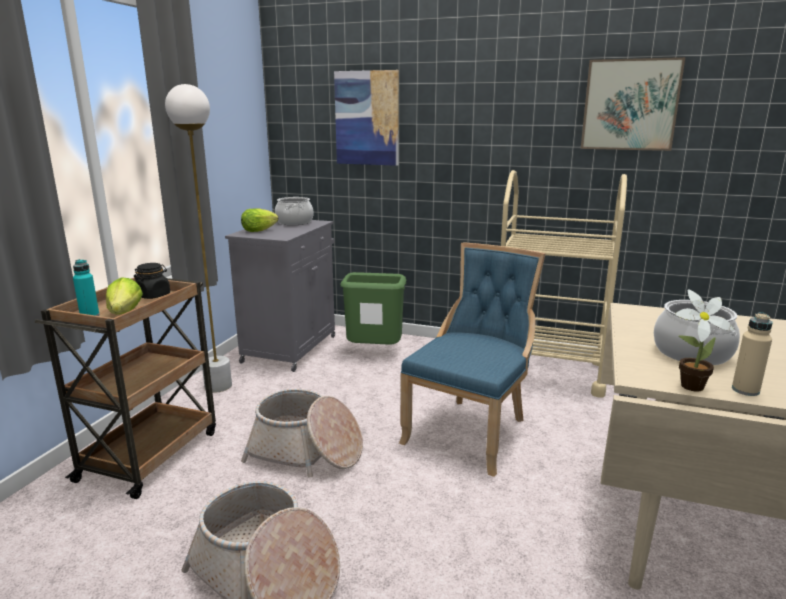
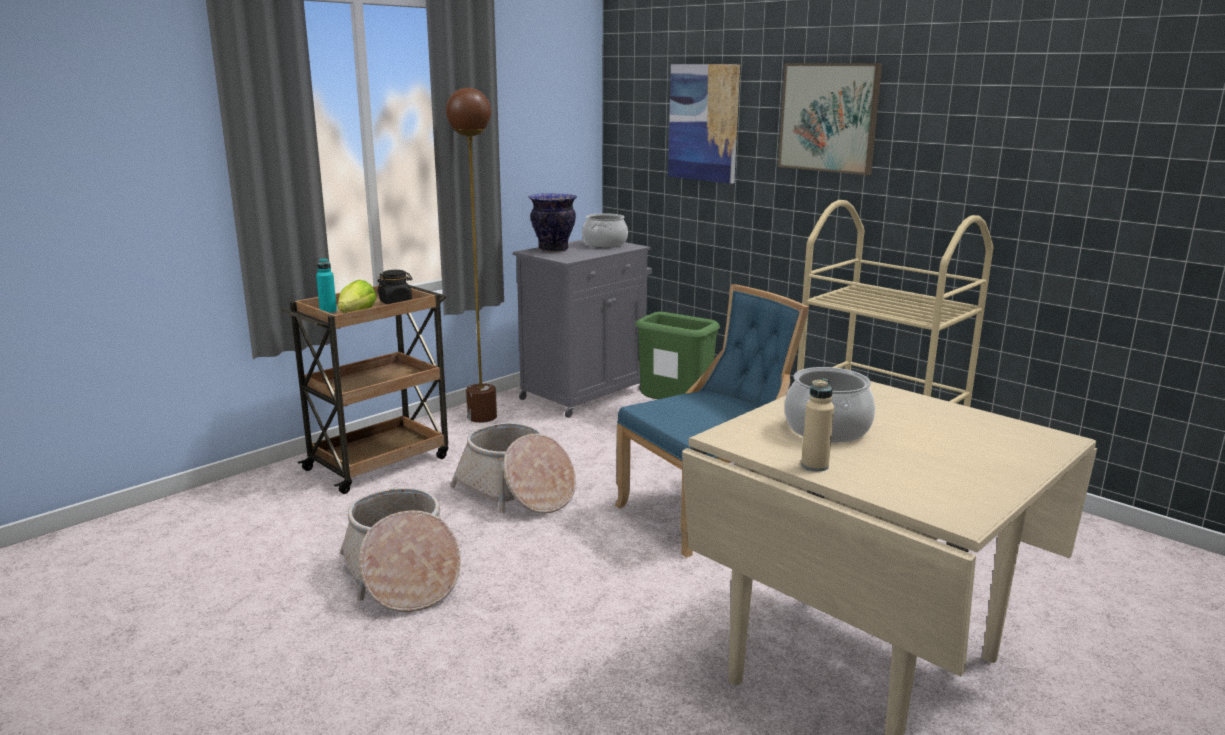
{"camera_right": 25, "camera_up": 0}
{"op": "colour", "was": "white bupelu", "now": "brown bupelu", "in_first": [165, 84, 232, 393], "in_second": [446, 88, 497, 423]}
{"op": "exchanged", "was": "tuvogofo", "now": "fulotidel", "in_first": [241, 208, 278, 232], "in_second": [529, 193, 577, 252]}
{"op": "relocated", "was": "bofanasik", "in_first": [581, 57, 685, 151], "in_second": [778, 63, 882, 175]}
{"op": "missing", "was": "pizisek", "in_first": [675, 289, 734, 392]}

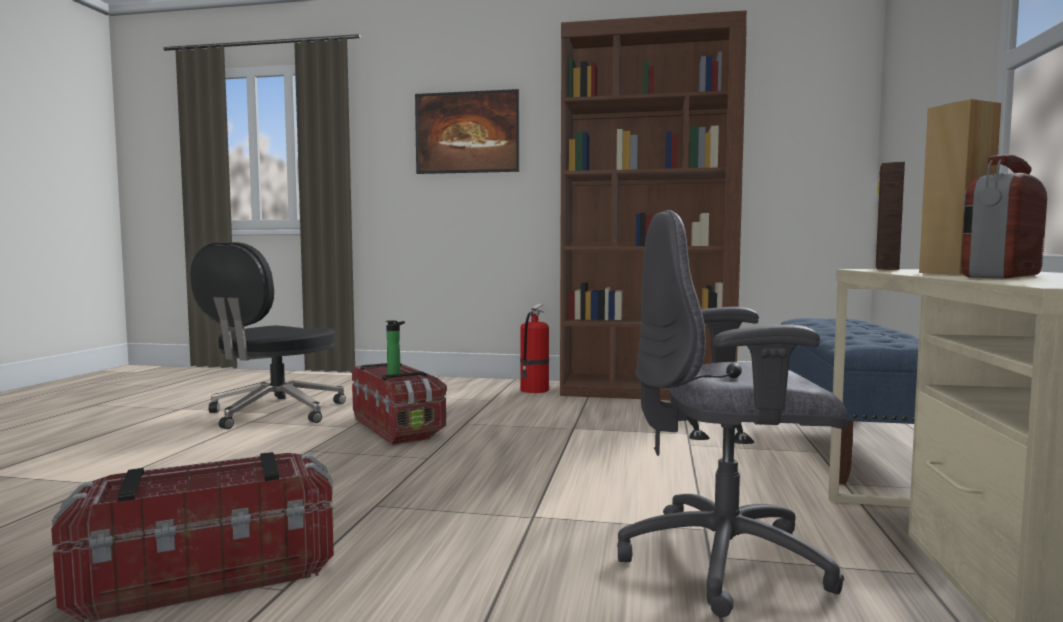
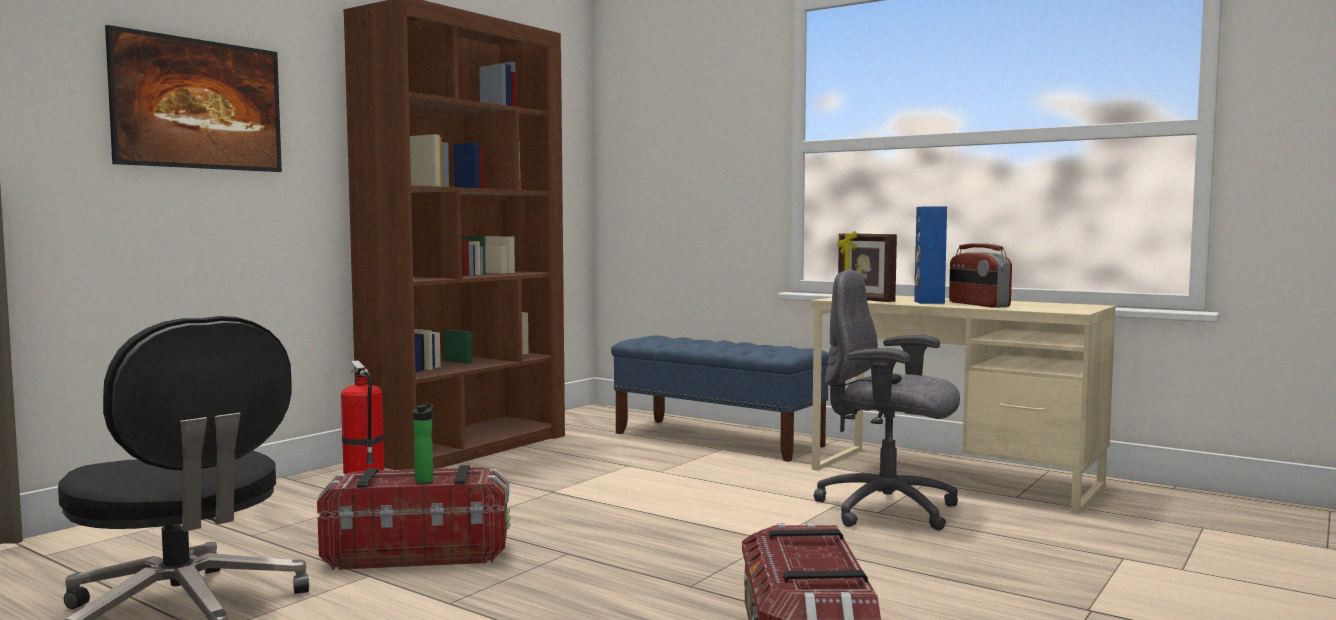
{"camera_right": -65, "camera_up": 0}
{"op": "spun", "was": "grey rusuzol", "in_first": [617, 210, 847, 617], "in_second": [814, 270, 960, 530], "clockwise": 90}
{"op": "colour", "was": "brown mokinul", "now": "blue mokinul", "in_first": [919, 99, 1001, 274], "in_second": [914, 207, 947, 304]}

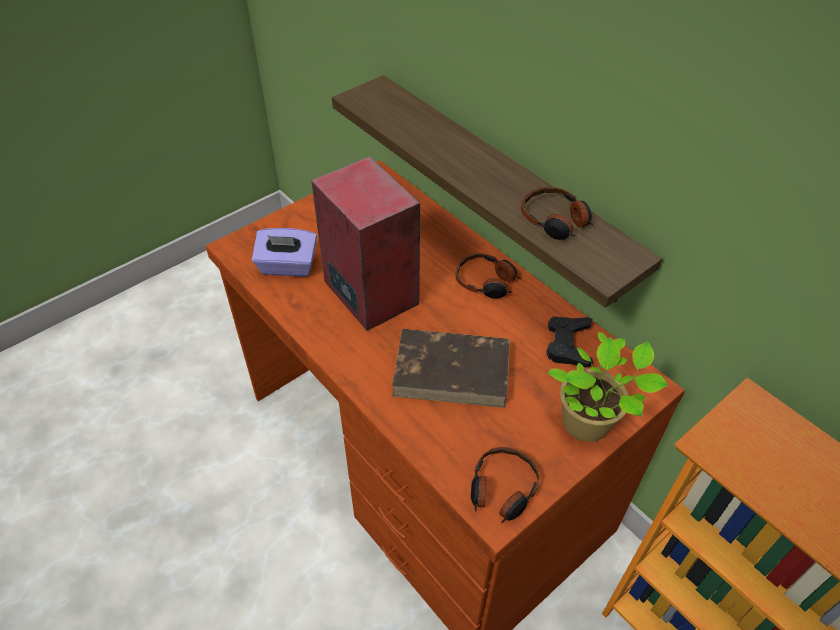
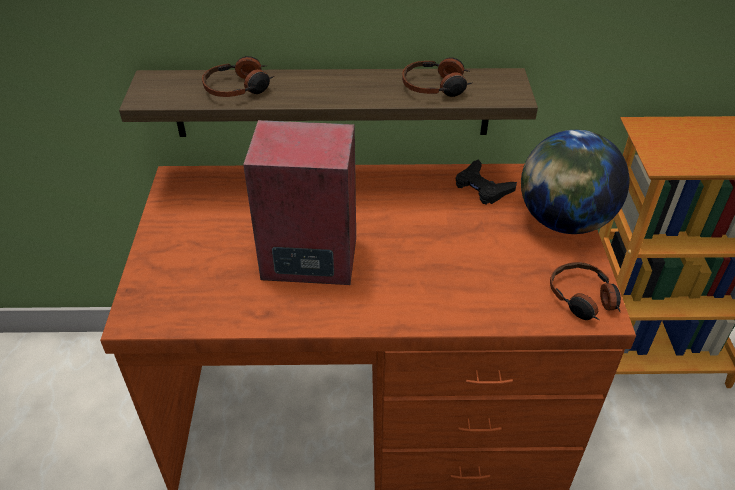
{"camera_right": -50, "camera_up": -5}
{"op": "relocated", "was": "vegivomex", "in_first": [455, 253, 521, 299], "in_second": [202, 56, 274, 97]}
{"op": "exchanged", "was": "pizisek", "now": "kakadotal", "in_first": [547, 332, 668, 442], "in_second": [521, 130, 629, 234]}
{"op": "missing", "was": "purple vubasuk", "in_first": [252, 228, 317, 277]}
{"op": "missing", "was": "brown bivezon", "in_first": [392, 329, 510, 408]}

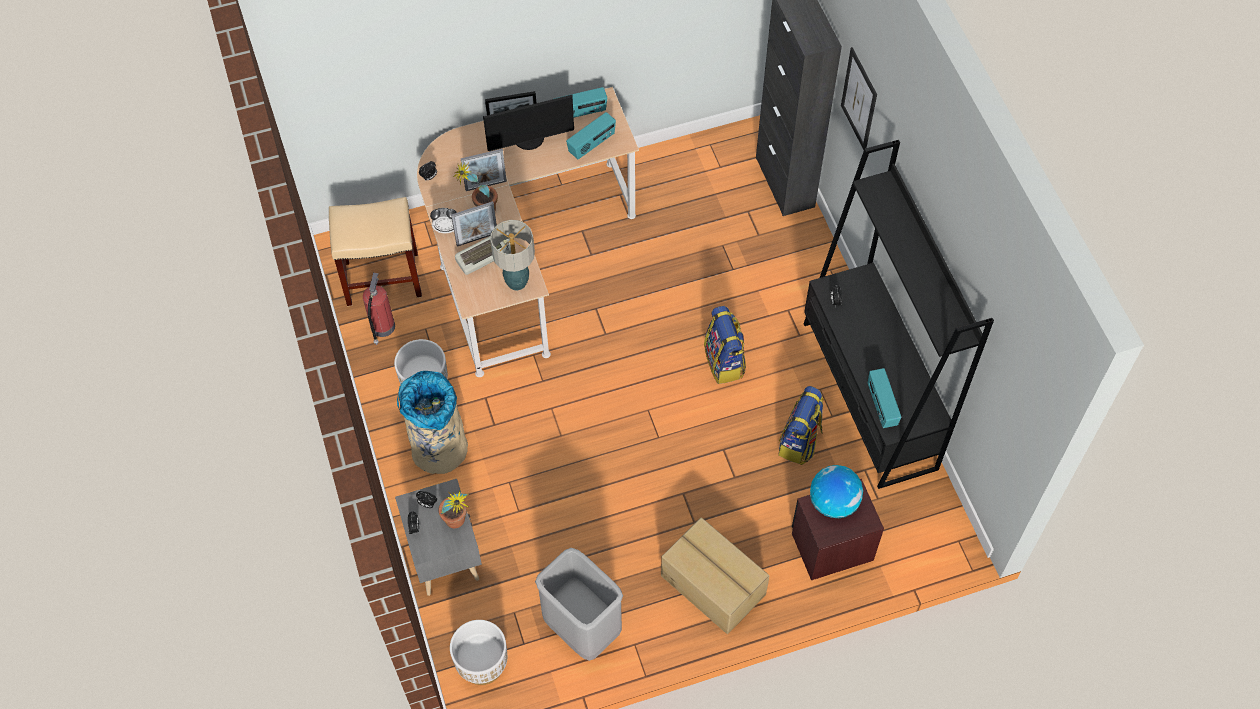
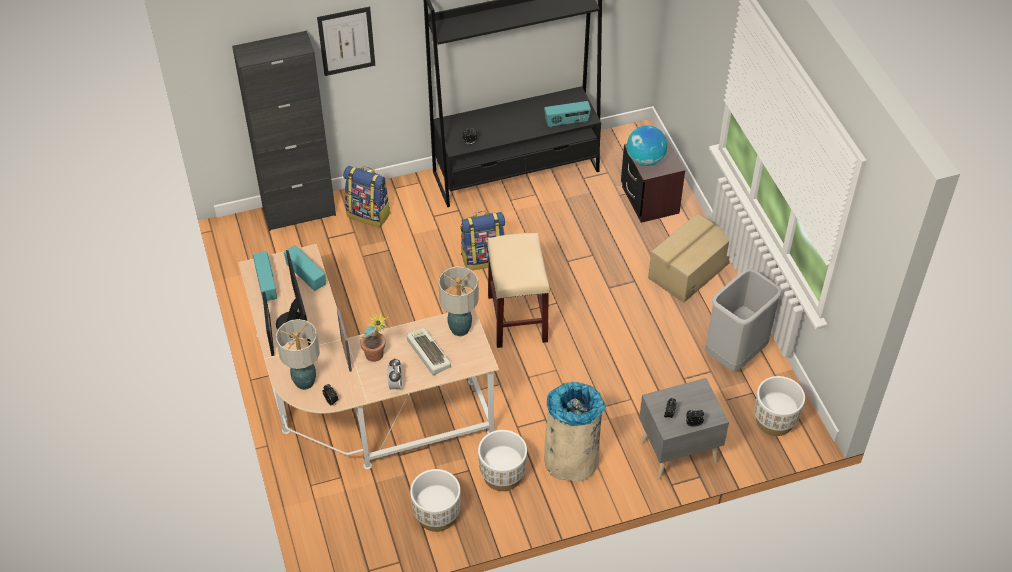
{"camera_right": -90, "camera_up": -10}
{"op": "appeared", "now": "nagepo", "in_second": [276, 319, 320, 390]}
{"op": "relocated", "was": "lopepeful", "in_first": [778, 386, 824, 465], "in_second": [343, 166, 390, 227]}
{"op": "exchanged", "was": "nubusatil", "now": "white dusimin", "in_first": [363, 272, 395, 345], "in_second": [410, 469, 461, 532]}
{"op": "relocated", "was": "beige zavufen", "in_first": [329, 197, 422, 306], "in_second": [487, 233, 550, 348]}
{"op": "missing", "was": "pizisek", "in_first": [439, 491, 468, 528]}
{"op": "missing", "was": "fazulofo", "in_first": [451, 201, 497, 246]}

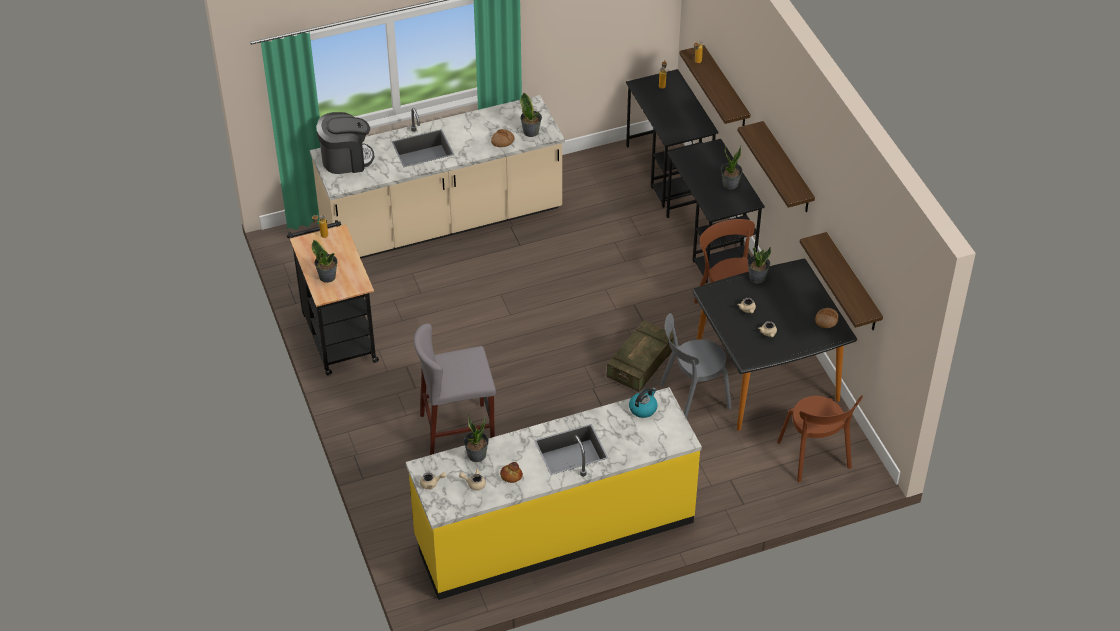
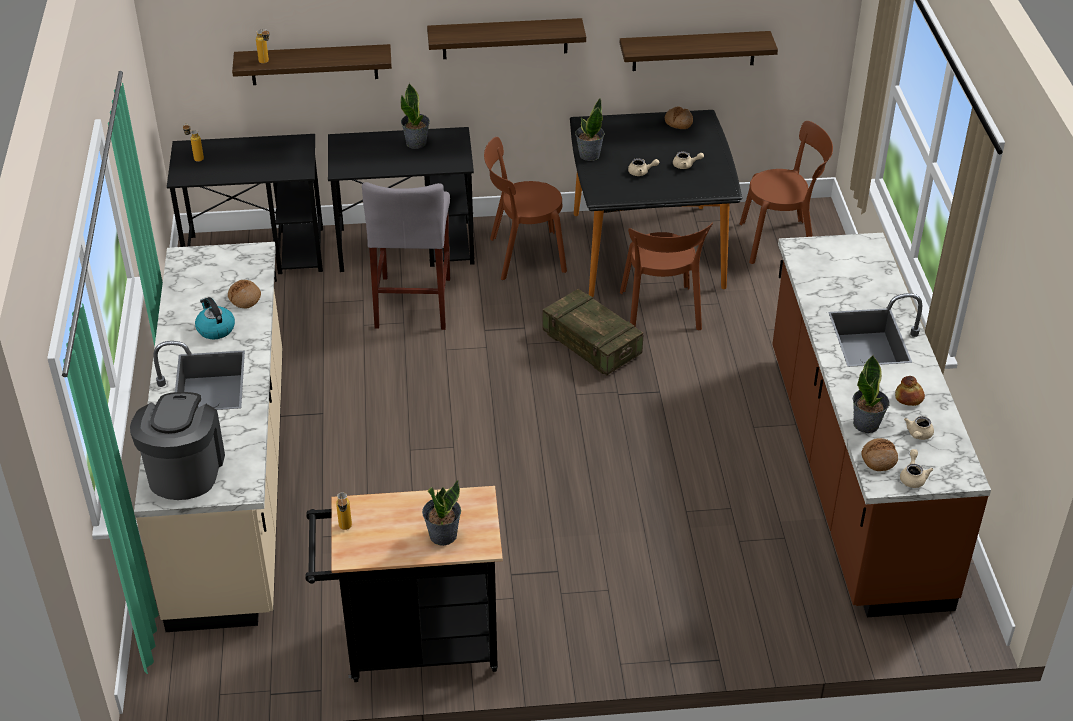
{"camera_right": -75, "camera_up": -5}
{"op": "relocated", "was": "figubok", "in_first": [629, 388, 657, 418], "in_second": [195, 297, 235, 339]}
{"op": "relocated", "was": "grey zavufen", "in_first": [414, 324, 496, 455], "in_second": [362, 182, 450, 330]}
{"op": "colour", "was": "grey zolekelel", "now": "brown zolekelel", "in_first": [660, 313, 732, 419], "in_second": [620, 223, 713, 330]}
{"op": "colour", "was": "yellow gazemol", "now": "brown gazemol", "in_first": [406, 387, 702, 600], "in_second": [772, 233, 991, 617]}
{"op": "appeared", "now": "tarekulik", "in_second": [862, 438, 898, 471]}
{"op": "missing", "was": "pizisek", "in_first": [520, 92, 542, 137]}

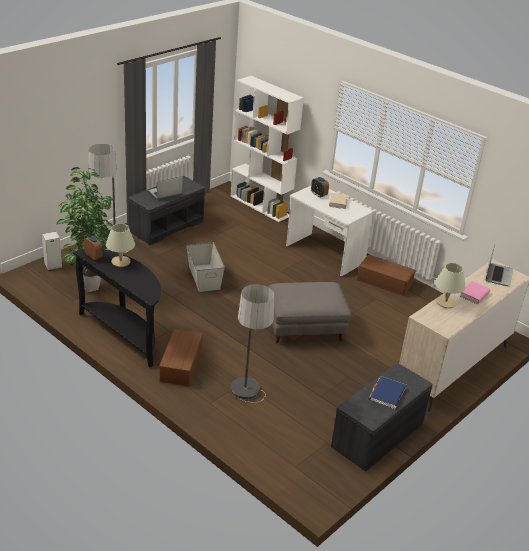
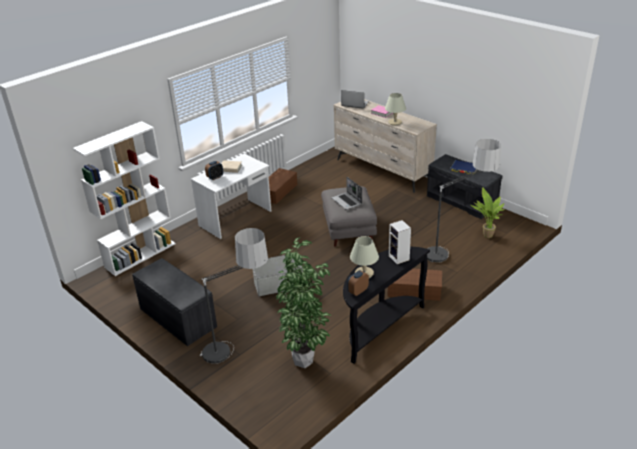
{"camera_right": -85, "camera_up": 0}
{"op": "relocated", "was": "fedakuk", "in_first": [148, 176, 183, 199], "in_second": [332, 177, 362, 210]}
{"op": "relocated", "was": "mokinul", "in_first": [42, 232, 62, 270], "in_second": [389, 220, 411, 264]}
{"op": "appeared", "now": "pizisek", "in_second": [470, 187, 505, 238]}

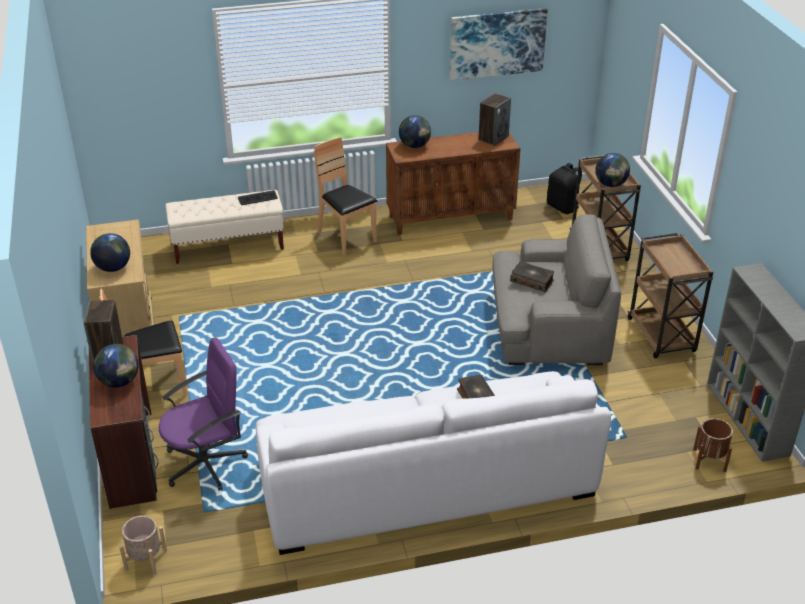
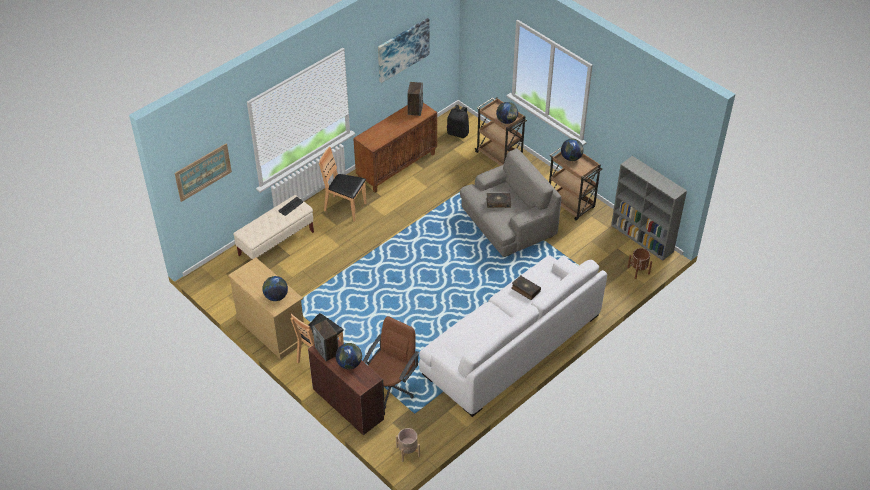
{"camera_right": -30, "camera_up": 10}
{"op": "appeared", "now": "bofanasik", "in_second": [174, 144, 232, 202]}
{"op": "colour", "was": "purple rusuzol", "now": "brown rusuzol", "in_first": [159, 337, 248, 491], "in_second": [363, 316, 419, 408]}
{"op": "relocated", "was": "kakadotal", "in_first": [399, 115, 431, 148], "in_second": [561, 139, 584, 161]}

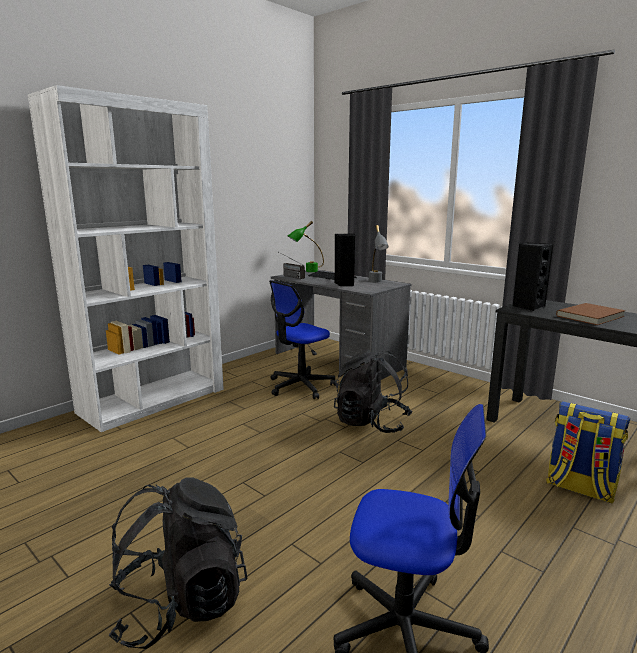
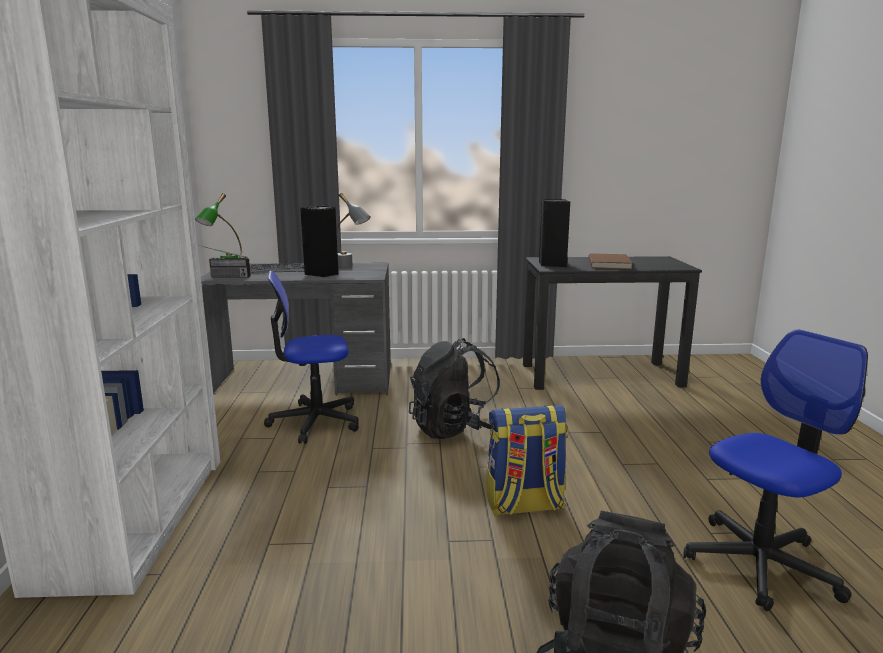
{"camera_right": -45, "camera_up": 0}
{"op": "spun", "was": "rusuzol", "in_first": [269, 280, 336, 399], "in_second": [264, 270, 359, 444], "clockwise": 75}
{"op": "relocated", "was": "lopepeful", "in_first": [546, 401, 630, 504], "in_second": [487, 405, 568, 516]}

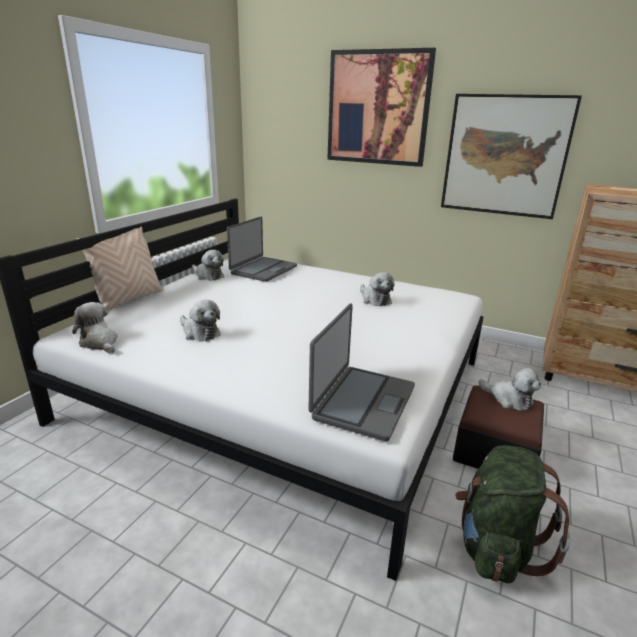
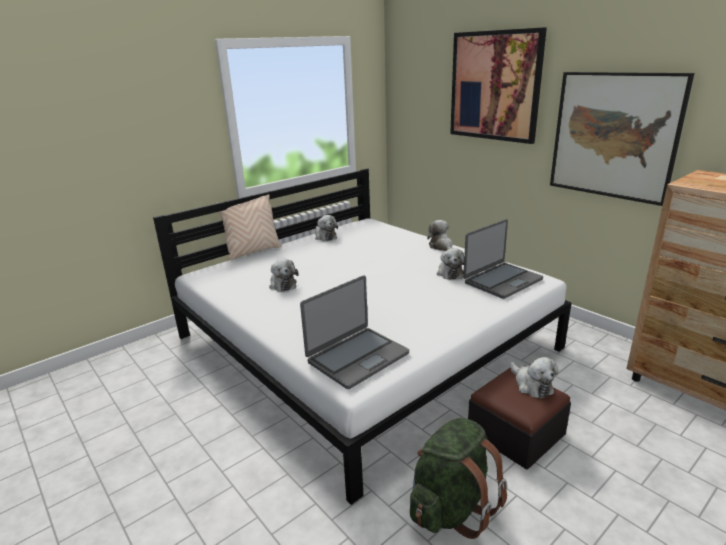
{"camera_right": 25, "camera_up": 0}
{"op": "relocated", "was": "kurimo", "in_first": [72, 302, 117, 353], "in_second": [427, 220, 453, 251]}
{"op": "relocated", "was": "fedakuk", "in_first": [227, 217, 297, 282], "in_second": [463, 219, 543, 299]}

